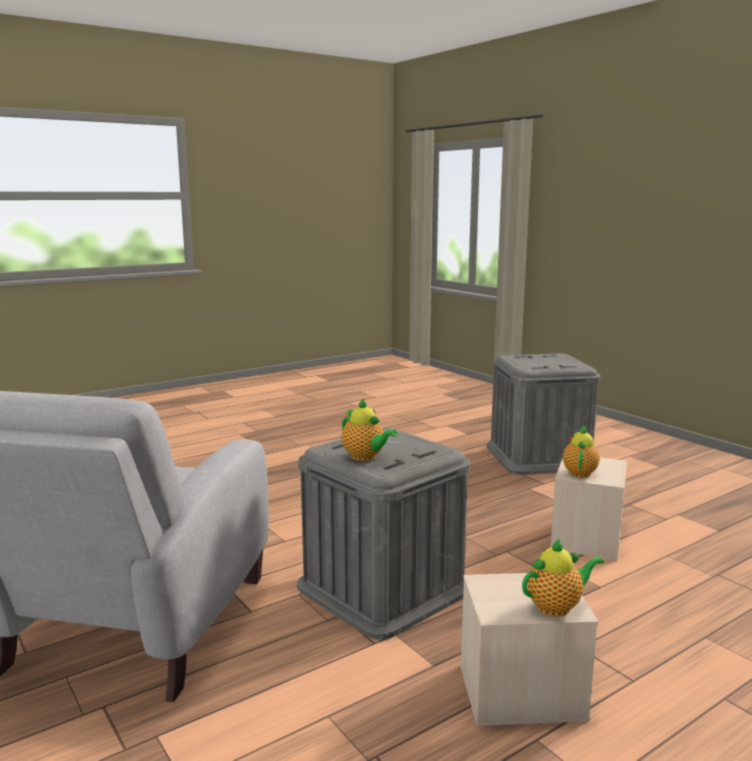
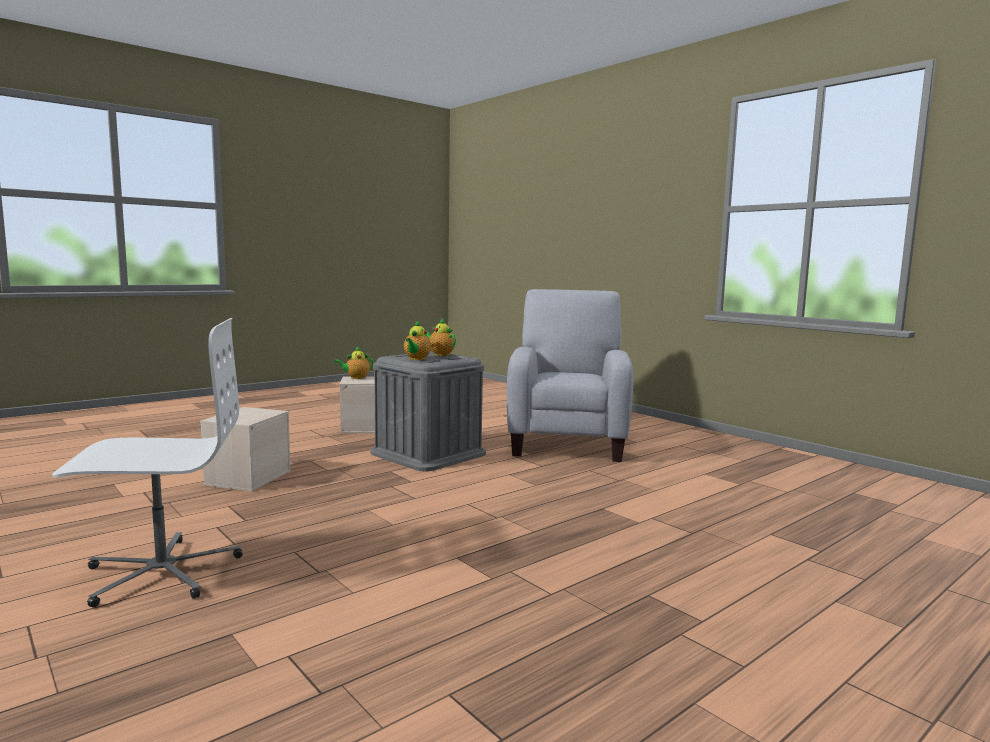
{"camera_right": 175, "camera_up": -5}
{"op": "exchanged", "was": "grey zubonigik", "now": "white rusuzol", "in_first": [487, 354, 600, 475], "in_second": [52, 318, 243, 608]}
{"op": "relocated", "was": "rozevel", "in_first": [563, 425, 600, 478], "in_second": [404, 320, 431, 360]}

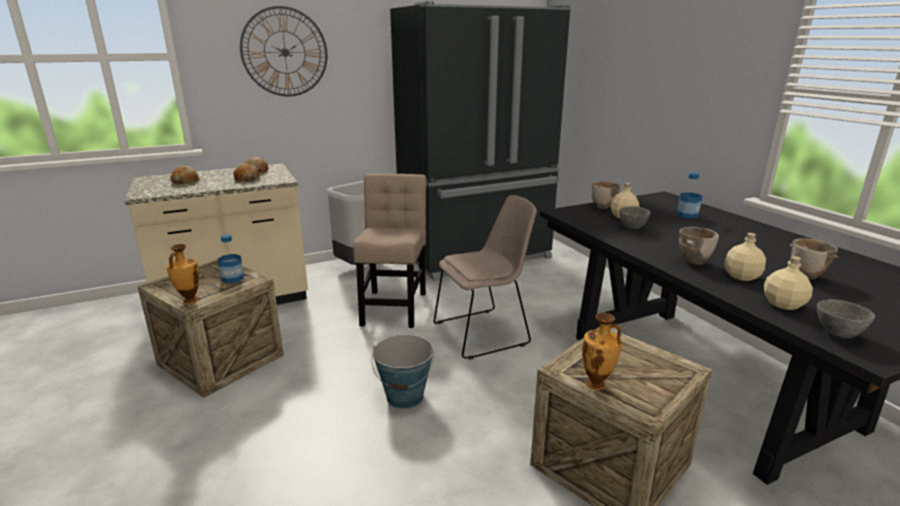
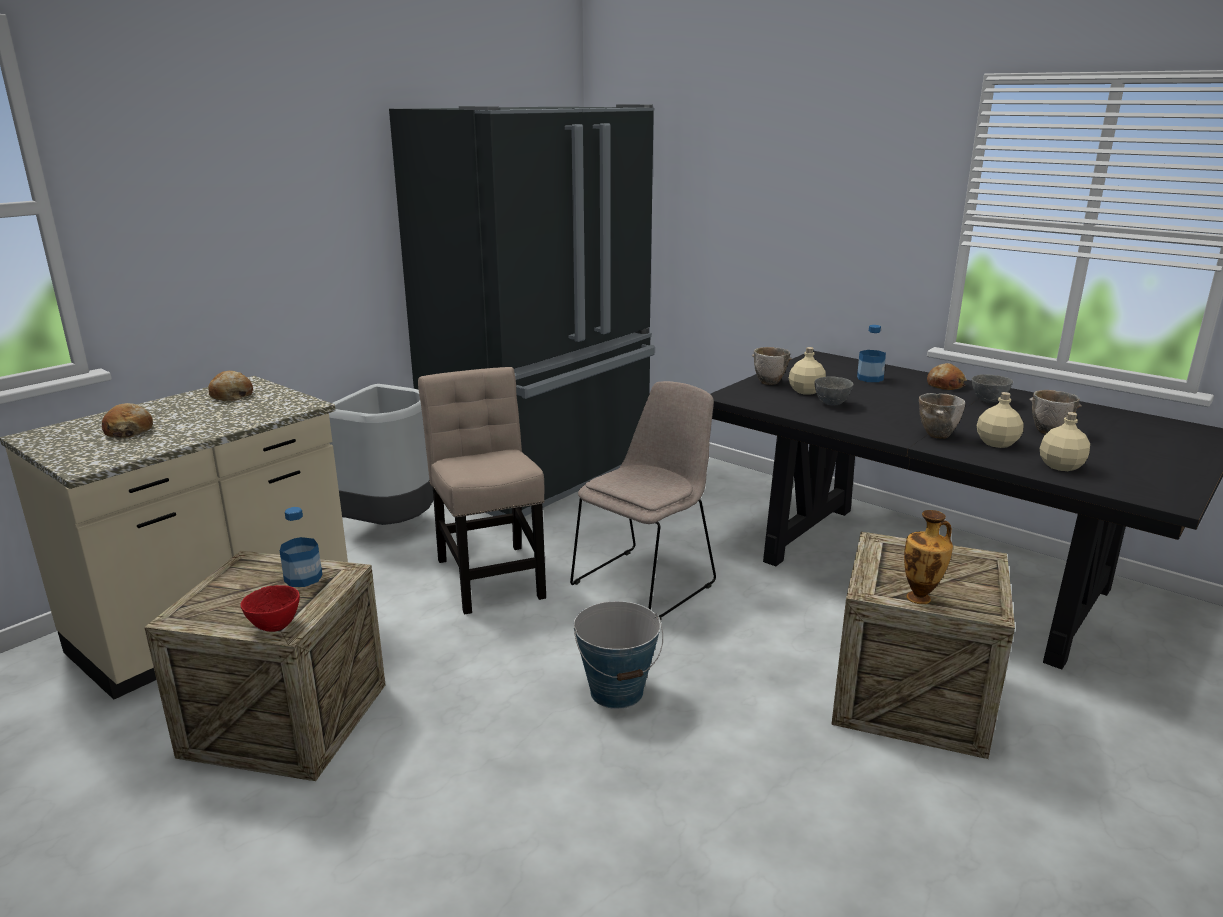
{"camera_right": -25, "camera_up": 0}
{"op": "exchanged", "was": "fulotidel", "now": "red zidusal", "in_first": [167, 244, 199, 304], "in_second": [240, 585, 300, 632]}
{"op": "relocated", "was": "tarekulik", "in_first": [233, 164, 260, 182], "in_second": [927, 363, 967, 390]}
{"op": "relocated", "was": "grey zidusal", "in_first": [817, 299, 875, 338], "in_second": [972, 374, 1013, 403]}
{"op": "missing", "was": "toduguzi", "in_first": [240, 6, 327, 96]}

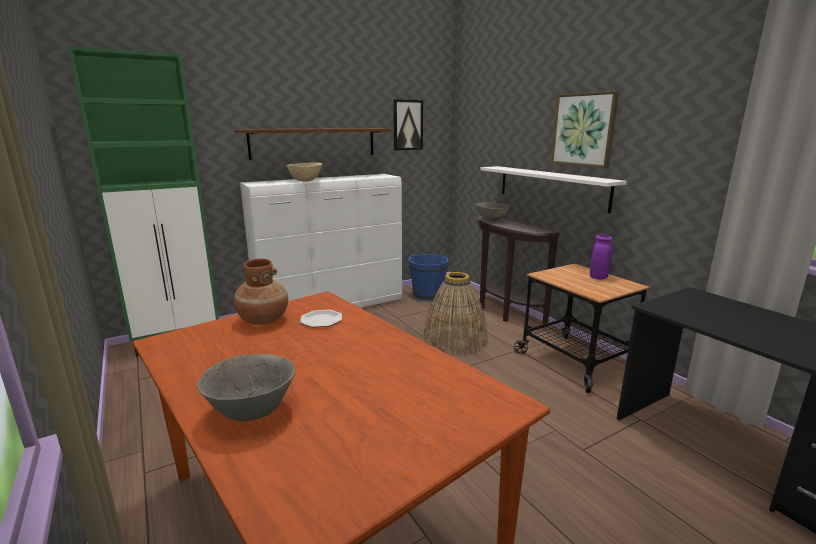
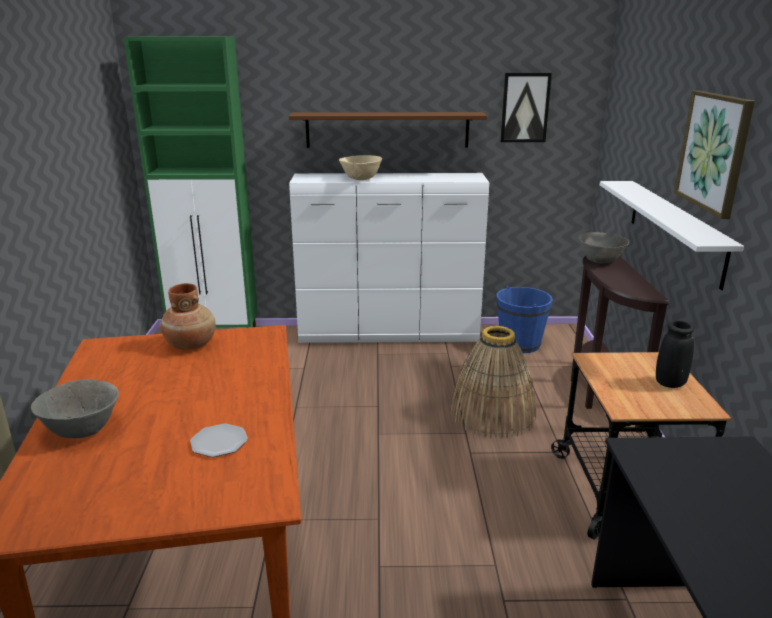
{"camera_right": 30, "camera_up": 5}
{"op": "relocated", "was": "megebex", "in_first": [300, 310, 342, 327], "in_second": [190, 423, 248, 457]}
{"op": "colour", "was": "purple fulotidel", "now": "black fulotidel", "in_first": [590, 235, 612, 279], "in_second": [656, 321, 694, 388]}

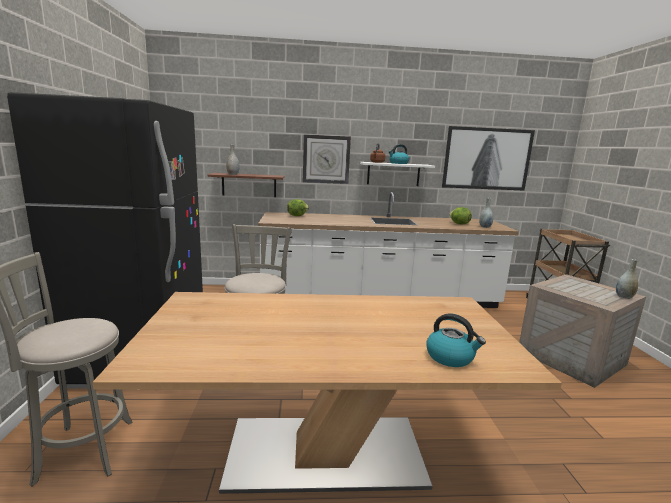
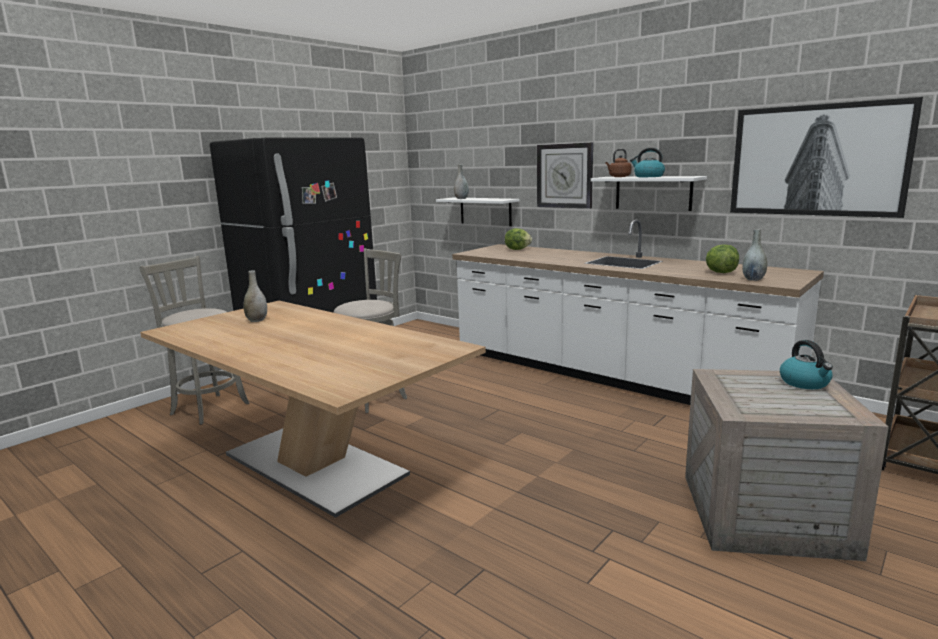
{"camera_right": 45, "camera_up": 0}
{"op": "relocated", "was": "grey fulotidel", "in_first": [616, 259, 638, 299], "in_second": [243, 270, 267, 322]}
{"op": "colour", "was": "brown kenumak", "now": "white kenumak", "in_first": [208, 173, 284, 197], "in_second": [436, 197, 520, 226]}
{"op": "relocated", "was": "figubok", "in_first": [426, 313, 486, 367], "in_second": [780, 340, 833, 389]}

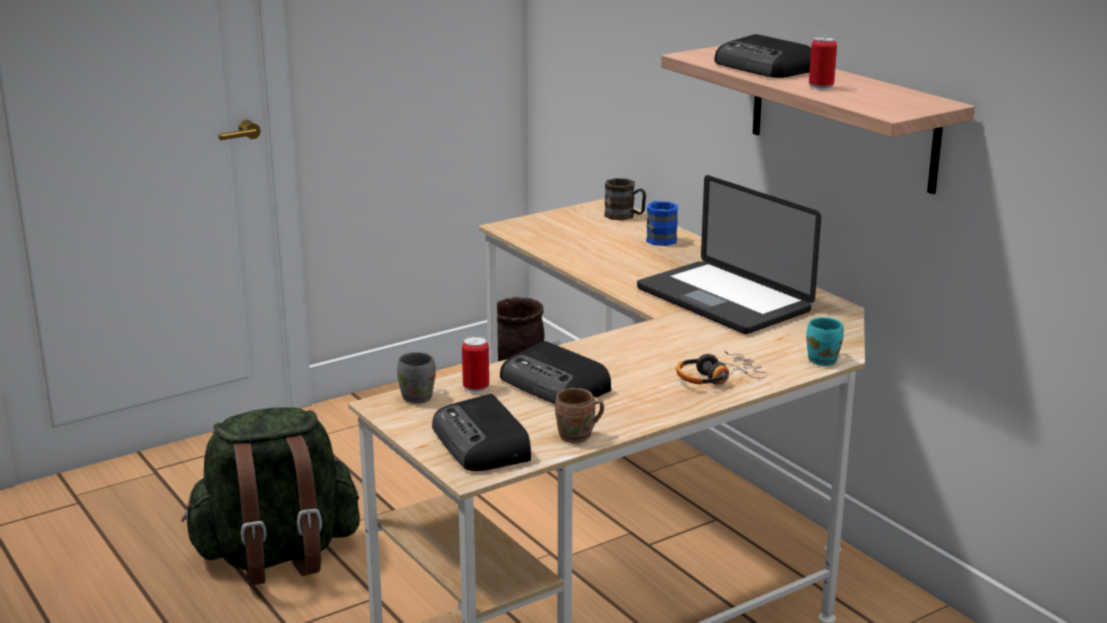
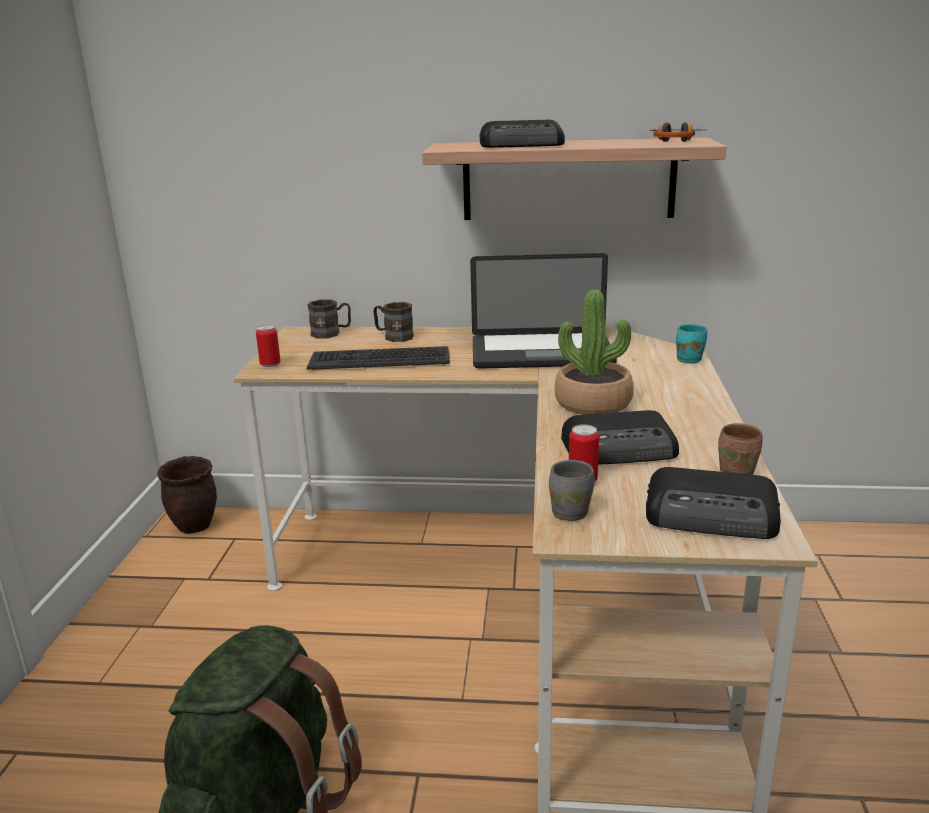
{"camera_right": -50, "camera_up": 0}
{"op": "relocated", "was": "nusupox", "in_first": [809, 37, 837, 90], "in_second": [256, 325, 281, 369]}
{"op": "appeared", "now": "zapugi", "in_second": [307, 346, 450, 370]}
{"op": "colour", "was": "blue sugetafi", "now": "brown sugetafi", "in_first": [646, 201, 678, 246], "in_second": [373, 302, 414, 342]}
{"op": "appeared", "now": "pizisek", "in_second": [555, 290, 634, 415]}
{"op": "relocated", "was": "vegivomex", "in_first": [676, 350, 768, 385], "in_second": [649, 122, 708, 142]}

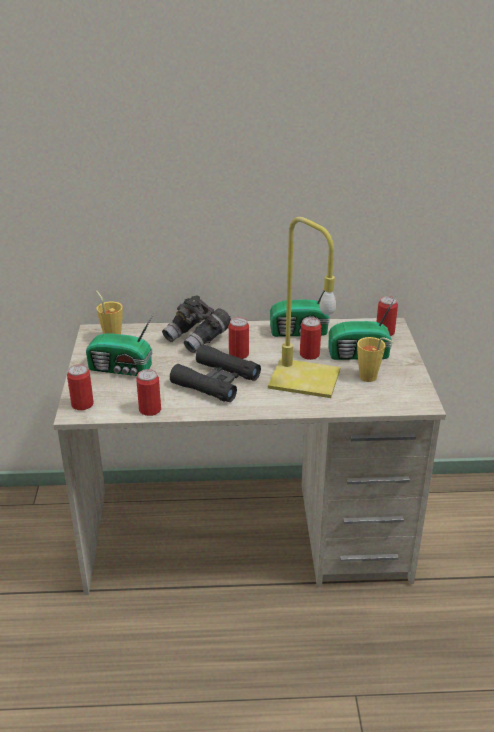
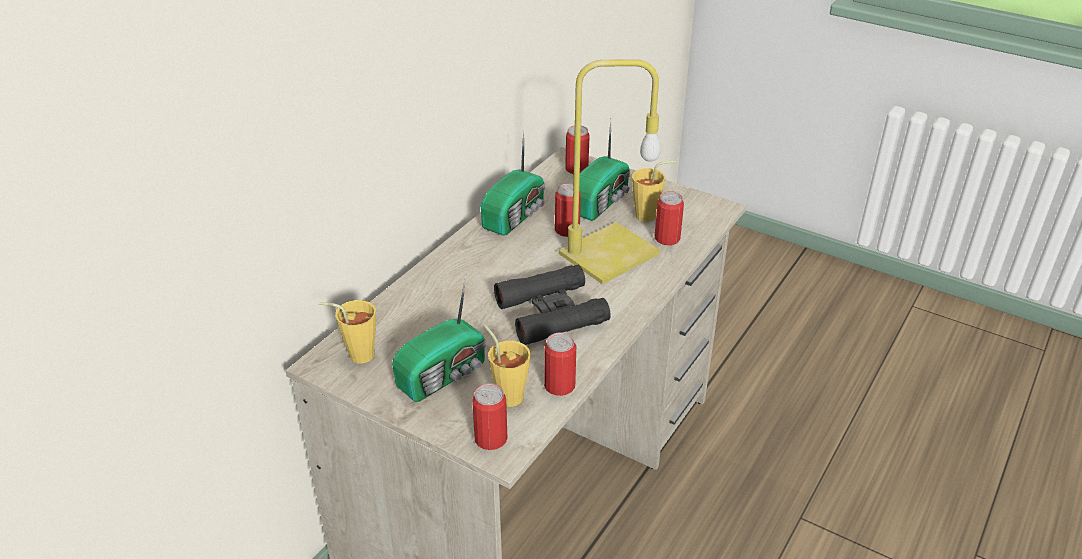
{"camera_right": -55, "camera_up": 5}
{"op": "appeared", "now": "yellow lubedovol", "in_second": [484, 325, 531, 407]}
{"op": "relocated", "was": "nusupox", "in_first": [229, 317, 249, 359], "in_second": [655, 191, 684, 245]}
{"op": "missing", "was": "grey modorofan", "in_first": [162, 295, 231, 353]}

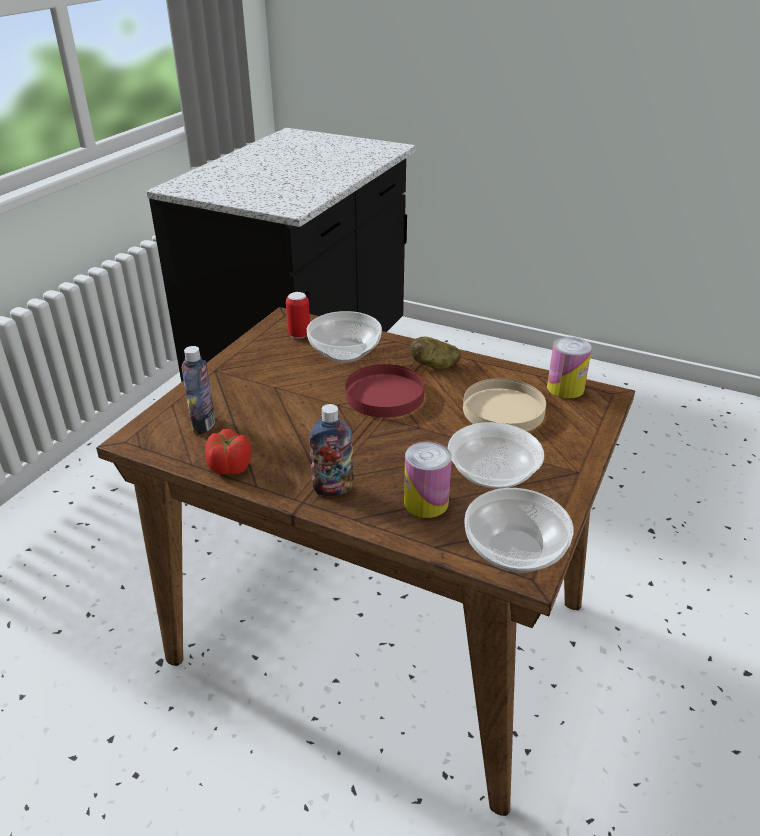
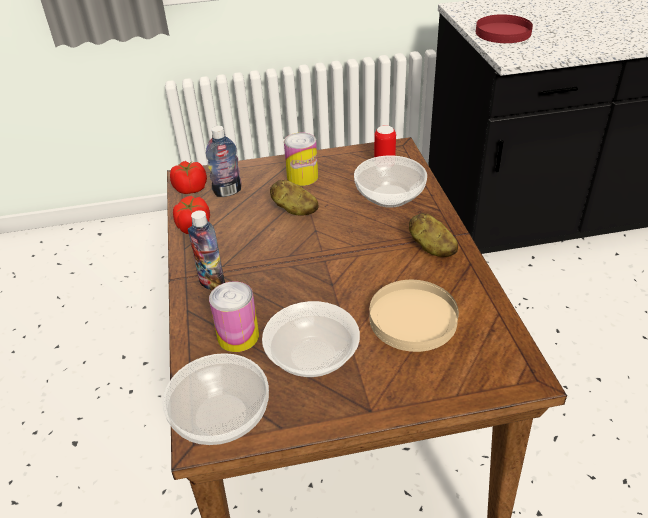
{"camera_right": 55, "camera_up": 5}
{"op": "appeared", "now": "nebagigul", "in_second": [170, 161, 207, 194]}
{"op": "appeared", "now": "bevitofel", "in_second": [270, 180, 319, 216]}
{"op": "relocated", "was": "nusupox", "in_first": [547, 337, 592, 399], "in_second": [284, 133, 318, 186]}
{"op": "relocated", "was": "red megebex", "in_first": [345, 364, 425, 418], "in_second": [476, 14, 533, 43]}

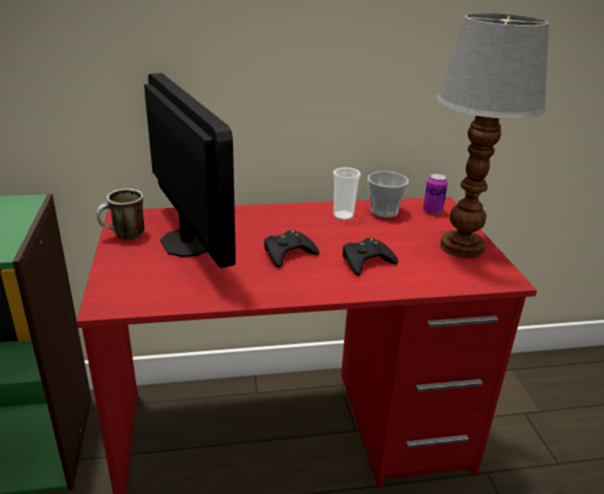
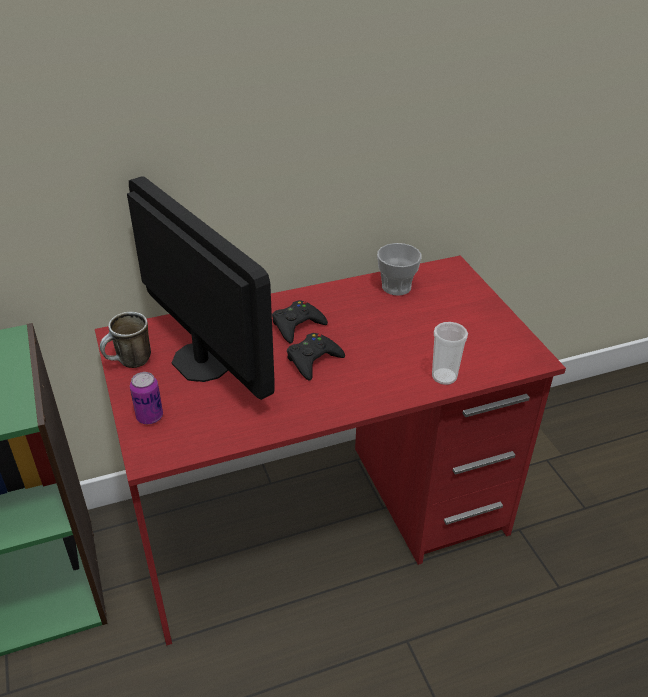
{"camera_right": -10, "camera_up": 10}
{"op": "relocated", "was": "nusupox", "in_first": [423, 173, 448, 215], "in_second": [130, 372, 163, 424]}
{"op": "relocated", "was": "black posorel", "in_first": [343, 238, 398, 276], "in_second": [272, 300, 328, 344]}
{"op": "relocated", "was": "lubedovol", "in_first": [333, 167, 360, 220], "in_second": [432, 322, 468, 385]}
{"op": "missing", "was": "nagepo", "in_first": [436, 13, 549, 258]}

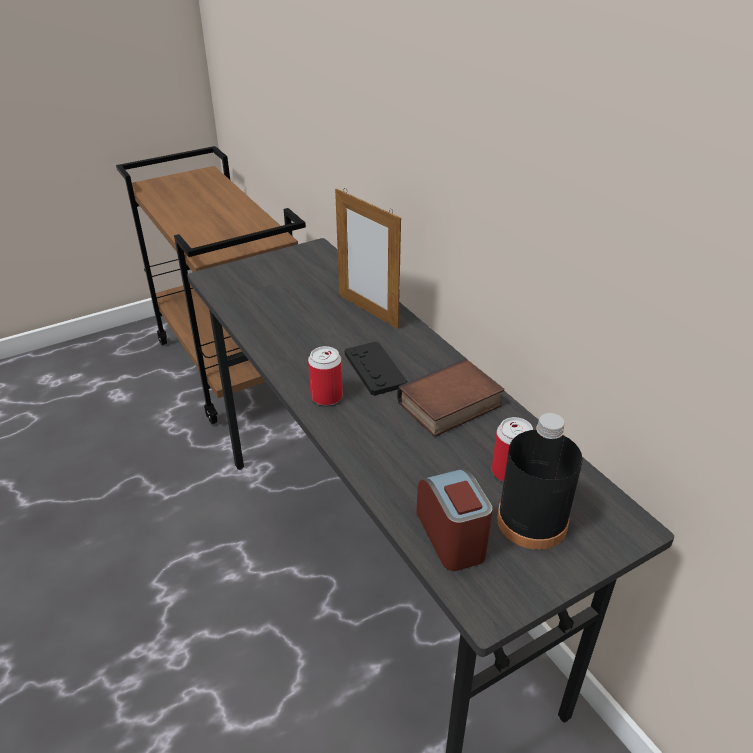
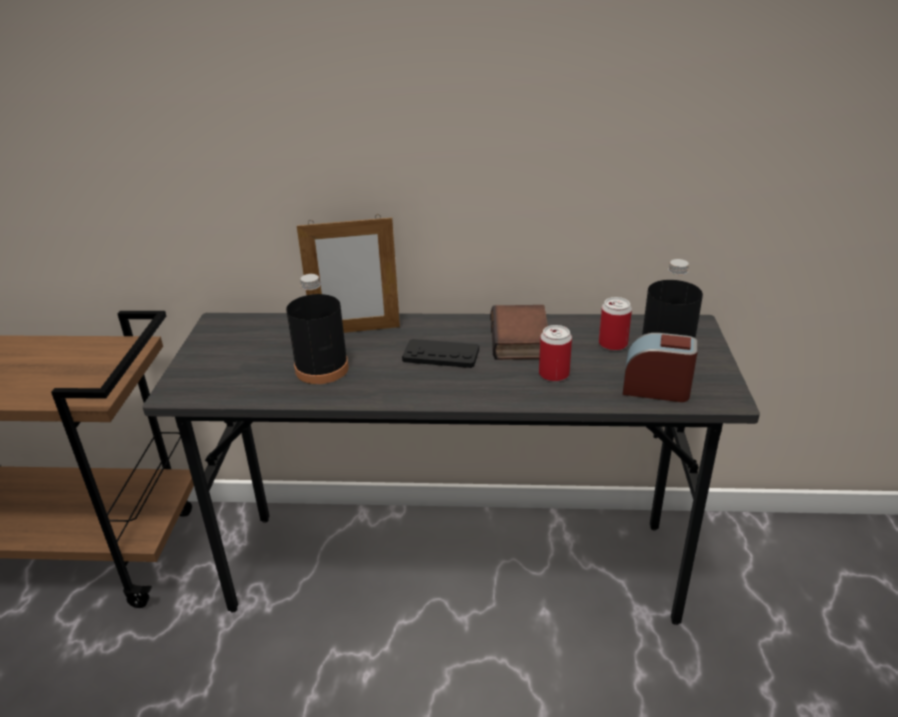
{"camera_right": -55, "camera_up": -5}
{"op": "appeared", "now": "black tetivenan", "in_second": [286, 274, 349, 384]}
{"op": "relocated", "was": "nusupox", "in_first": [308, 346, 343, 406], "in_second": [539, 325, 572, 382]}

